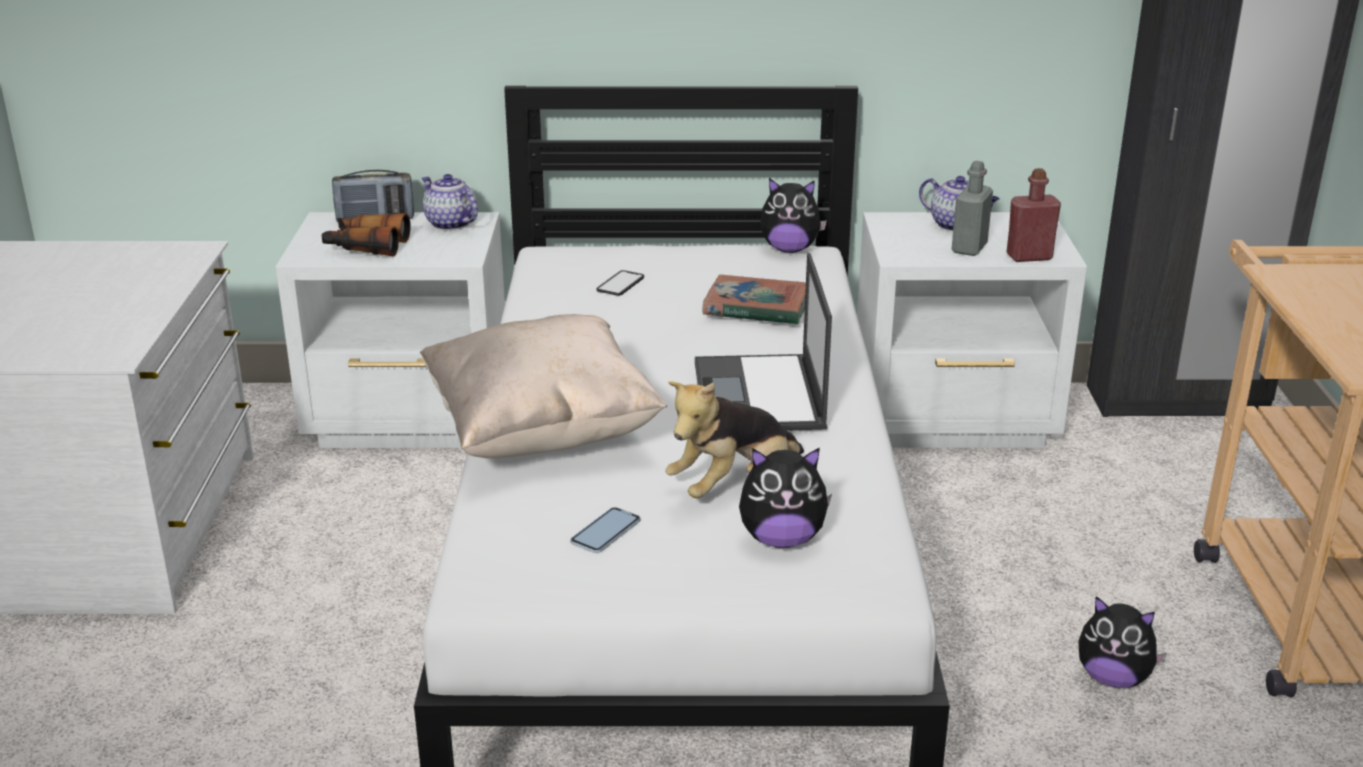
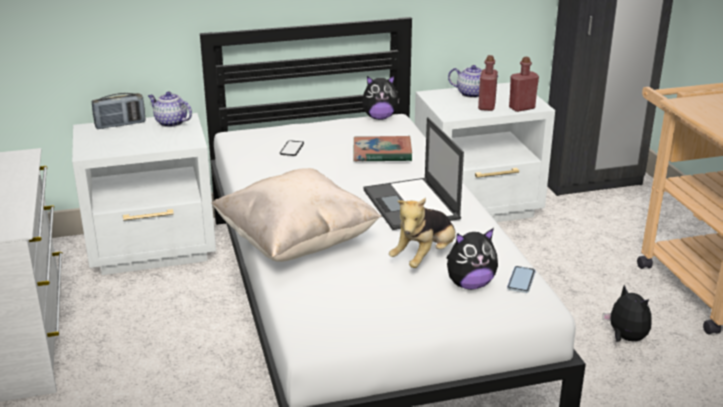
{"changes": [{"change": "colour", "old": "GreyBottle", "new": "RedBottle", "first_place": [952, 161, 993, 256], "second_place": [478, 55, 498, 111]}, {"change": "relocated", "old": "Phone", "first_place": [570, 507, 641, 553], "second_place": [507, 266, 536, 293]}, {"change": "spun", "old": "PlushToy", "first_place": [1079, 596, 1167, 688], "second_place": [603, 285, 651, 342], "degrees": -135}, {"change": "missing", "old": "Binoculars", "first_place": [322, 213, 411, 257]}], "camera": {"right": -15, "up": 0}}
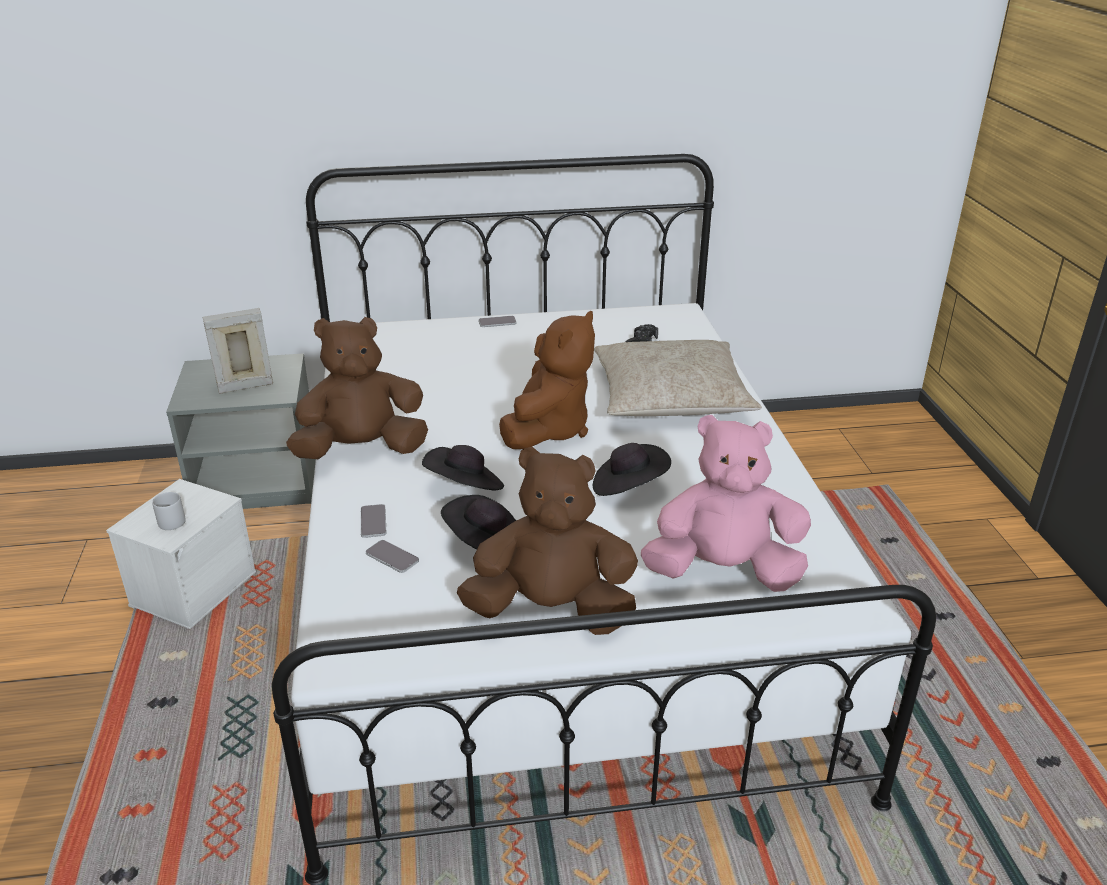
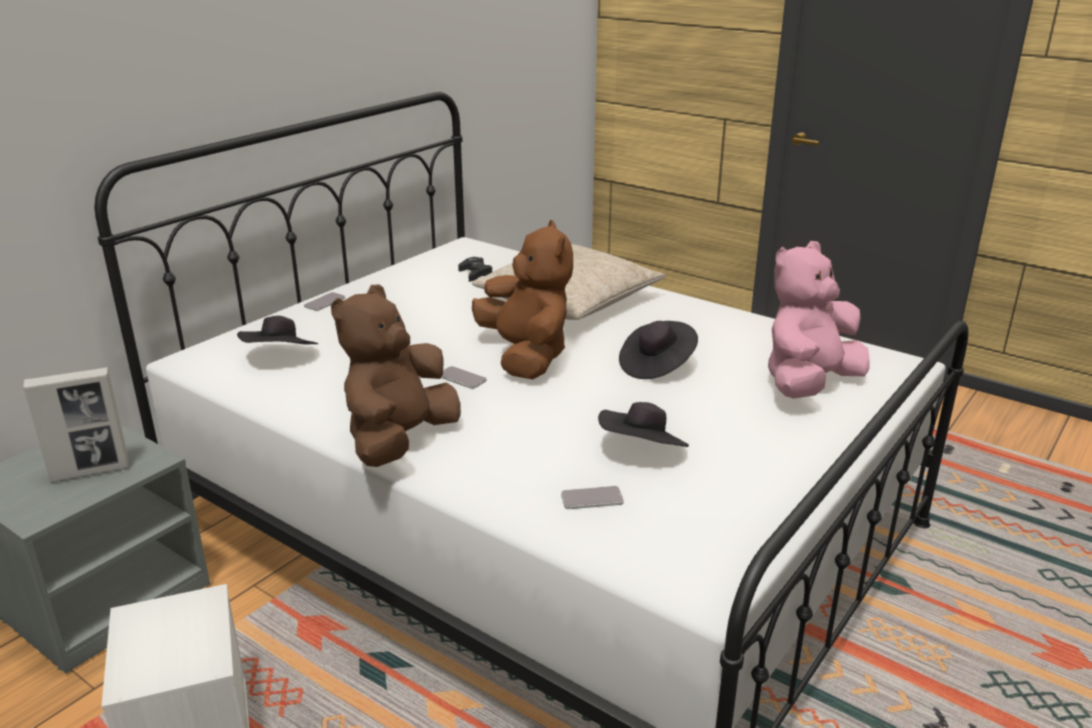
{"changes": [{"change": "spun", "old": "PictureFrame", "first_place": [203, 308, 273, 394], "second_place": [23, 367, 129, 483], "degrees": -135}, {"change": "relocated", "old": "BlackHat", "first_place": [422, 445, 504, 491], "second_place": [237, 316, 318, 344]}, {"change": "relocated", "old": "Phone", "first_place": [361, 504, 386, 538], "second_place": [441, 366, 486, 389]}, {"change": "missing", "old": "GreyMug", "first_place": [152, 492, 186, 530]}, {"change": "missing", "old": "BrownPlushToy", "first_place": [457, 447, 638, 635]}], "camera": {"right": -45, "up": -5}}
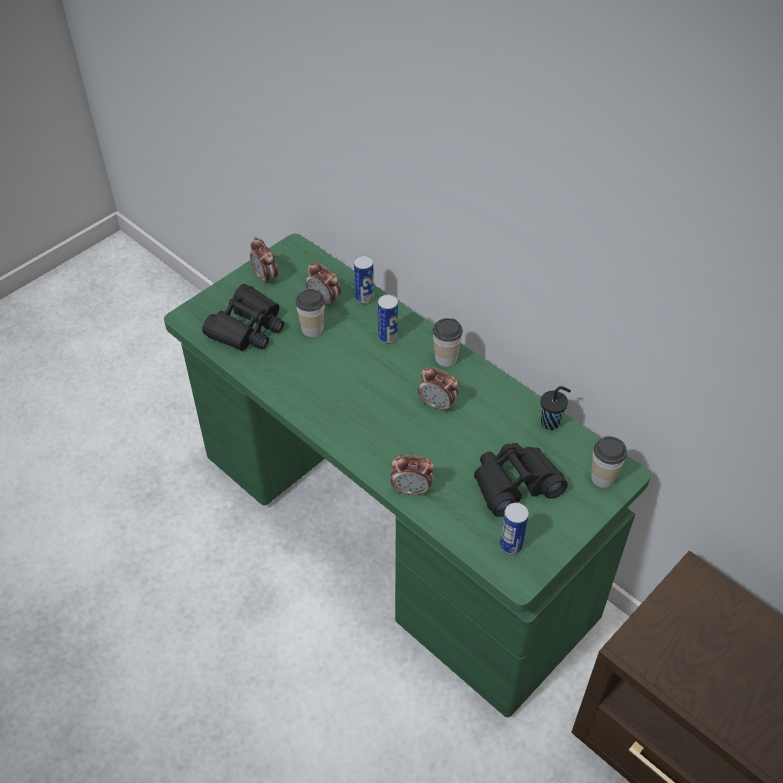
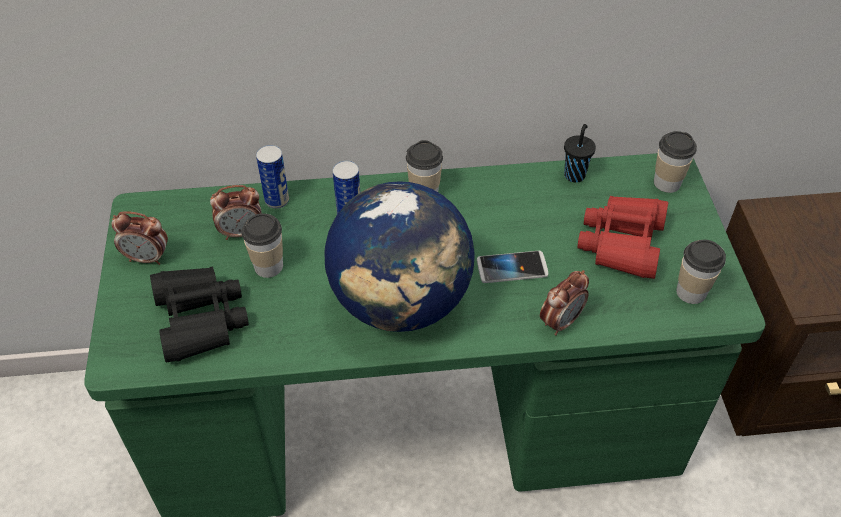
{"changes": [{"change": "appeared", "new": "Globe", "second_place": [324, 181, 475, 332]}, {"change": "appeared", "new": "Phone", "second_place": [477, 251, 549, 283]}, {"change": "colour", "old": "BlackBinoculars", "new": "RedBinoculars", "first_place": [474, 443, 568, 517], "second_place": [578, 196, 668, 279]}, {"change": "exchanged", "old": "Can", "new": "Cup", "first_place": [500, 503, 529, 555], "second_place": [676, 240, 726, 304]}, {"change": "missing", "old": "AlarmClock", "first_place": [418, 367, 458, 412]}], "camera": {"right": -50, "up": 0}}
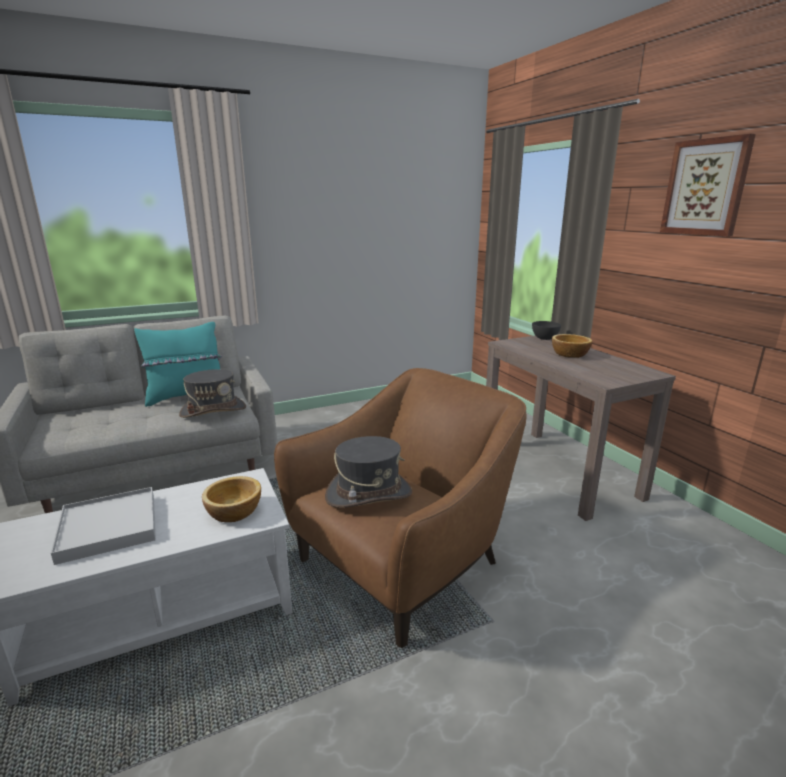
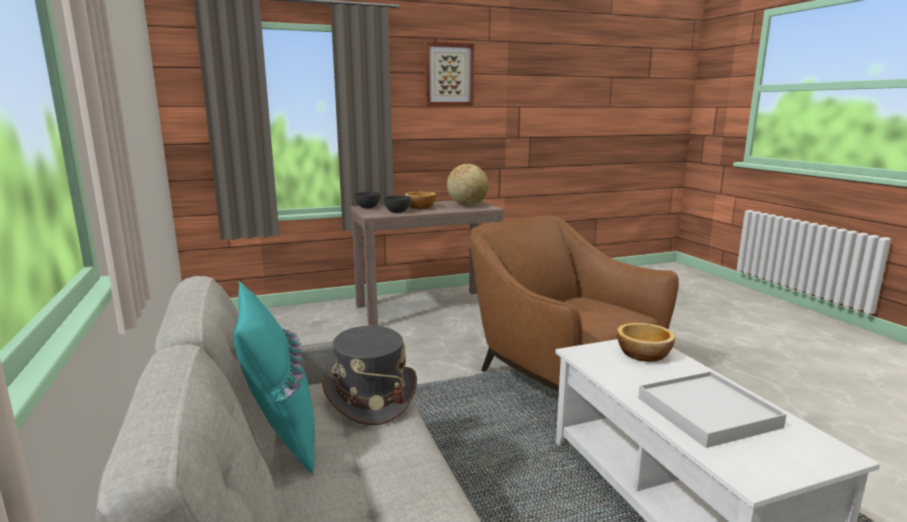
{"changes": [{"change": "appeared", "new": "GreyBowl", "second_place": [384, 196, 411, 213]}, {"change": "appeared", "new": "Globe", "second_place": [447, 164, 488, 206]}, {"change": "missing", "old": "GreyHat", "first_place": [325, 436, 412, 508]}], "camera": {"right": -85, "up": -5}}
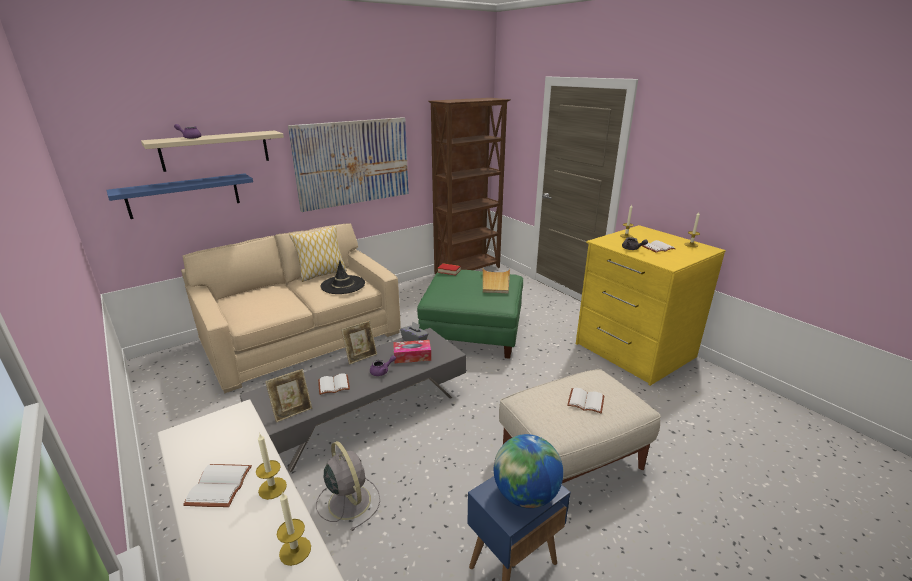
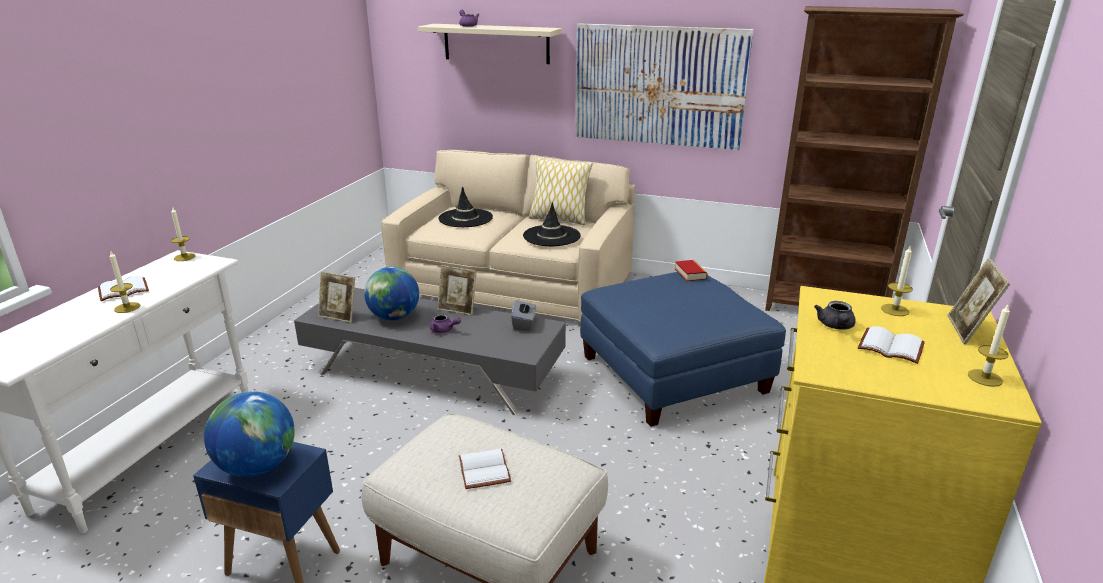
{"changes": [{"change": "relocated", "old": "Candle", "first_place": [277, 492, 311, 566], "second_place": [171, 206, 195, 261]}, {"change": "exchanged", "old": "WhiteBook", "new": "Globe", "first_place": [318, 374, 350, 395], "second_place": [364, 267, 419, 321]}, {"change": "appeared", "new": "BlackHat", "second_place": [438, 186, 493, 227]}, {"change": "colour", "old": "GreenOttoman", "new": "BlueOttoman", "first_place": [417, 270, 523, 359], "second_place": [580, 272, 786, 427]}, {"change": "appeared", "new": "PictureFrame", "second_place": [947, 257, 1010, 345]}, {"change": "missing", "old": "BlueShelf", "first_place": [106, 173, 253, 219]}, {"change": "missing", "old": "GreyFan", "first_place": [316, 441, 380, 531]}, {"change": "missing", "old": "TissueBox", "first_place": [393, 340, 431, 363]}, {"change": "missing", "old": "BeigeTray", "first_place": [483, 269, 510, 293]}], "camera": {"right": 55, "up": 0}}
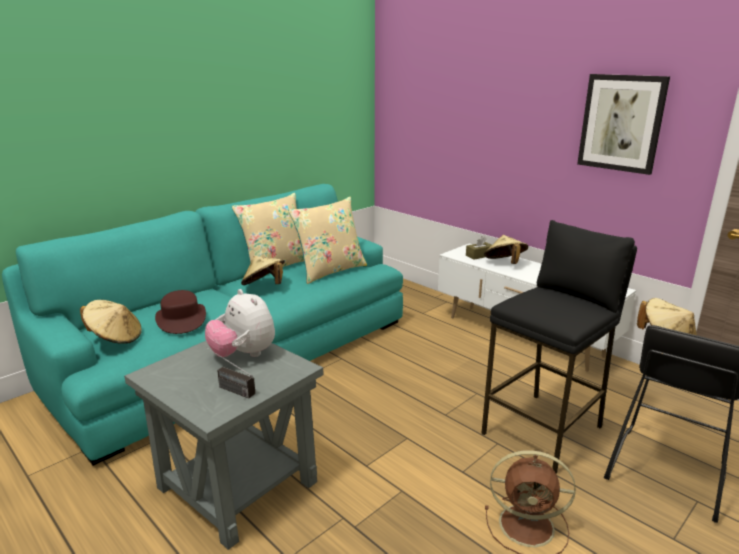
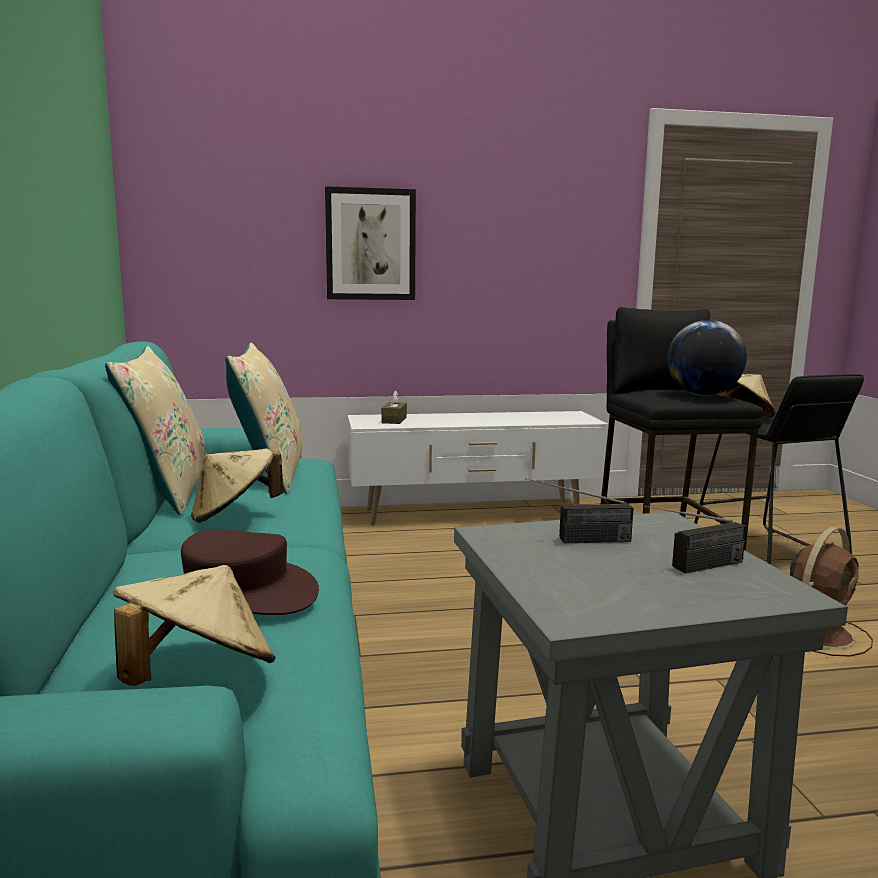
{"changes": [{"change": "relocated", "old": "Picture", "first_place": [577, 74, 670, 175], "second_place": [325, 186, 416, 300]}, {"change": "exchanged", "old": "PlushToy", "new": "Radio", "first_place": [205, 289, 275, 357], "second_place": [525, 478, 634, 543]}, {"change": "appeared", "new": "Globe", "second_place": [667, 320, 747, 396]}, {"change": "missing", "old": "BeigeHat", "first_place": [484, 235, 528, 264]}], "camera": {"right": -55, "up": -10}}
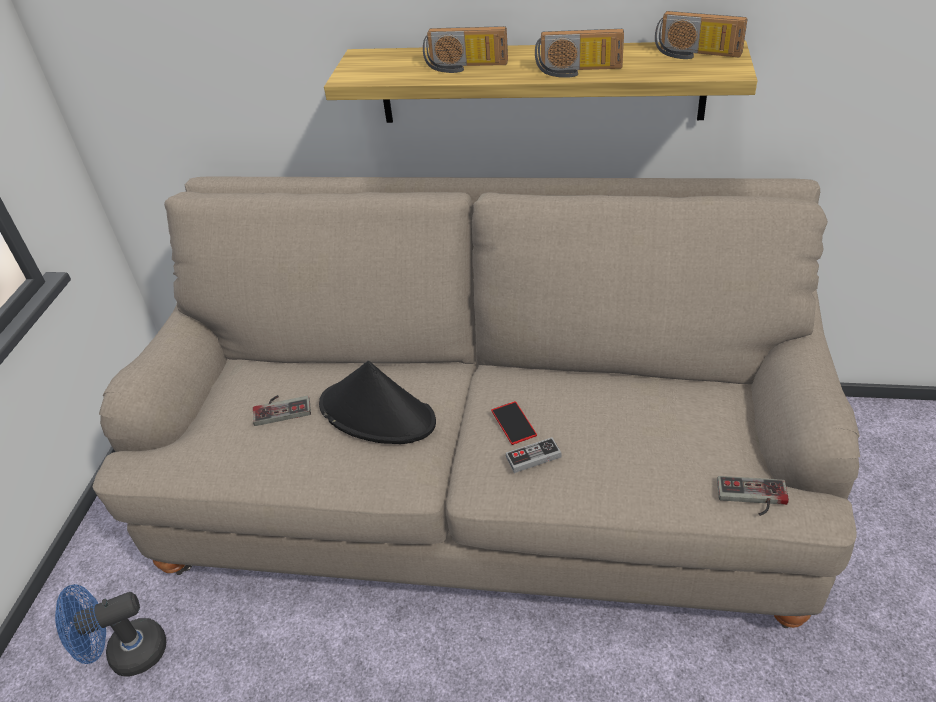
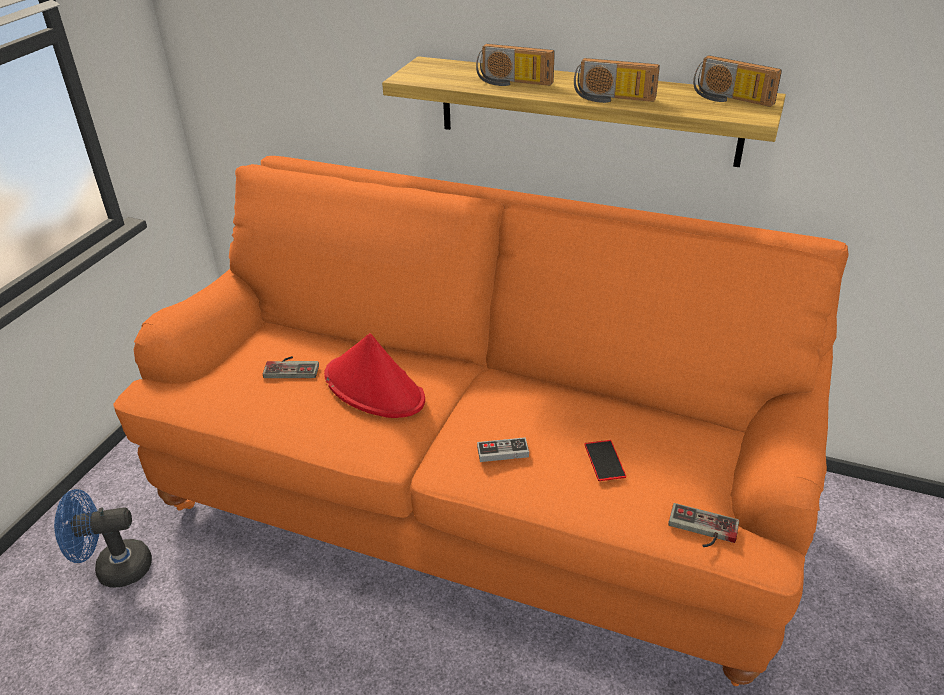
{"changes": [{"change": "colour", "old": "BeigeSofa", "new": "OrangeSofa", "first_place": [92, 177, 860, 628], "second_place": [114, 156, 849, 686]}, {"change": "colour", "old": "BlackHat", "new": "RedHat", "first_place": [319, 361, 436, 444], "second_place": [324, 333, 425, 418]}, {"change": "relocated", "old": "Phone", "first_place": [491, 401, 537, 445], "second_place": [584, 440, 626, 481]}], "camera": {"right": 10, "up": -5}}
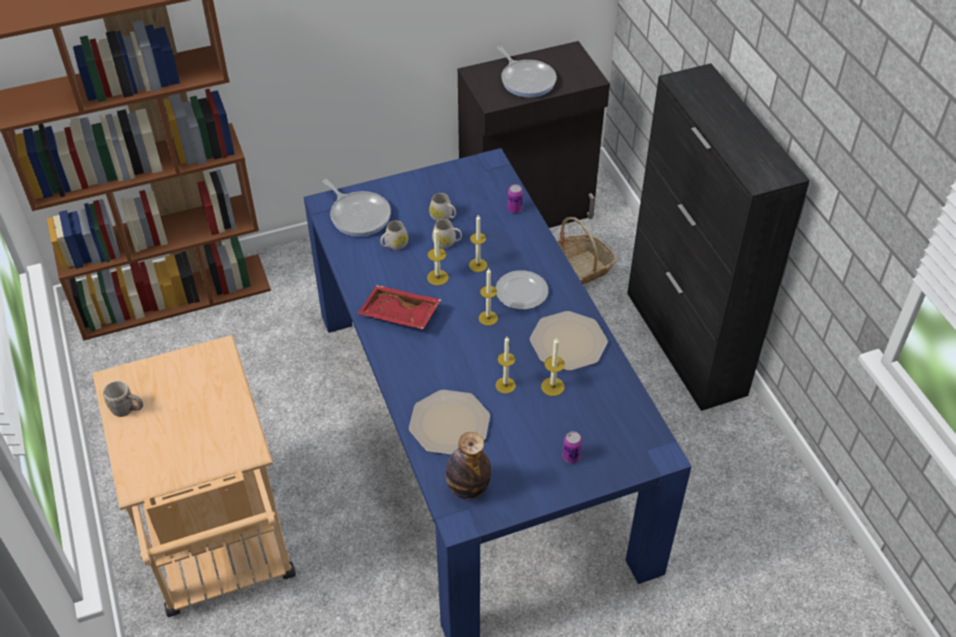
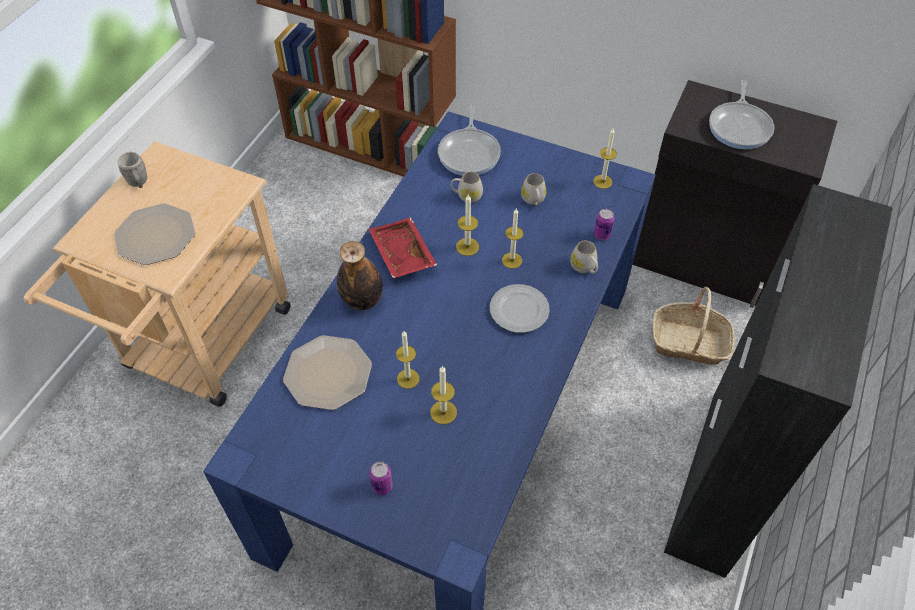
{"changes": [{"change": "relocated", "old": "Plate", "first_place": [530, 311, 608, 371], "second_place": [114, 203, 195, 265]}, {"change": "relocated", "old": "Bottle", "first_place": [445, 432, 491, 500], "second_place": [337, 241, 383, 310]}, {"change": "relocated", "old": "WhiteMug", "first_place": [432, 219, 462, 248], "second_place": [570, 241, 598, 273]}, {"change": "relocated", "old": "Candle", "first_place": [479, 268, 498, 326], "second_place": [593, 128, 617, 189]}], "camera": {"right": 45, "up": 5}}
